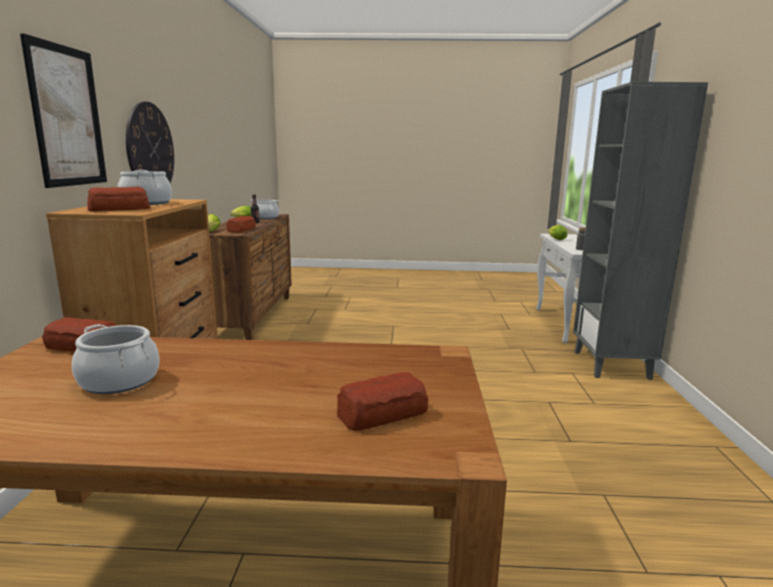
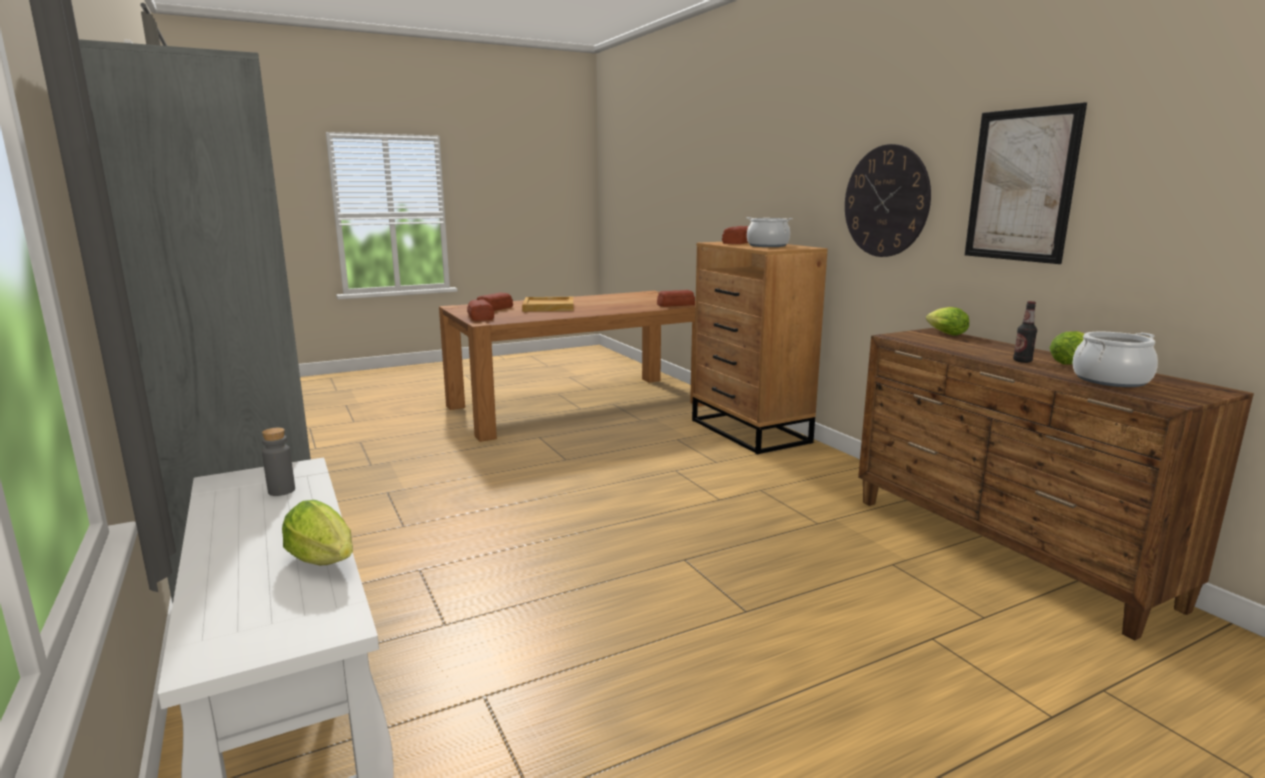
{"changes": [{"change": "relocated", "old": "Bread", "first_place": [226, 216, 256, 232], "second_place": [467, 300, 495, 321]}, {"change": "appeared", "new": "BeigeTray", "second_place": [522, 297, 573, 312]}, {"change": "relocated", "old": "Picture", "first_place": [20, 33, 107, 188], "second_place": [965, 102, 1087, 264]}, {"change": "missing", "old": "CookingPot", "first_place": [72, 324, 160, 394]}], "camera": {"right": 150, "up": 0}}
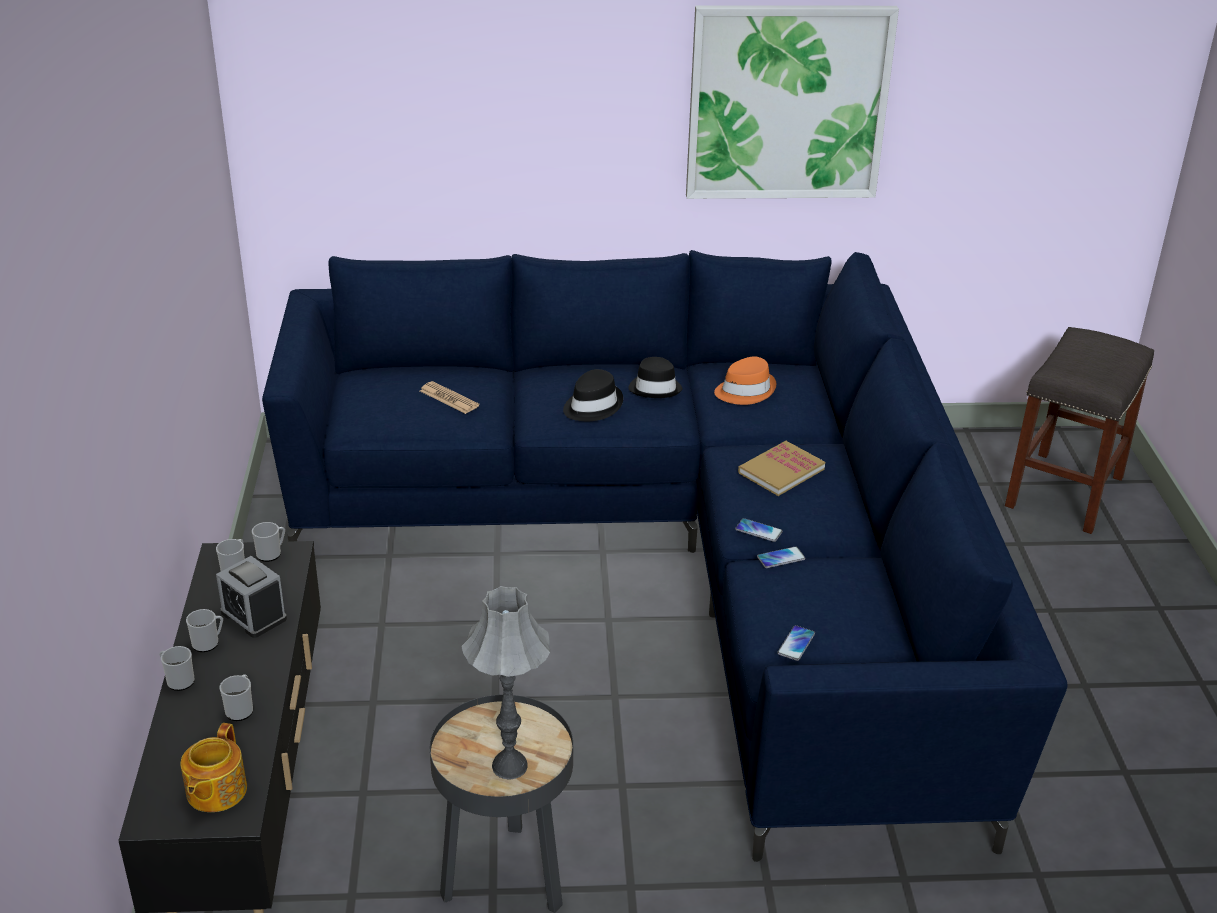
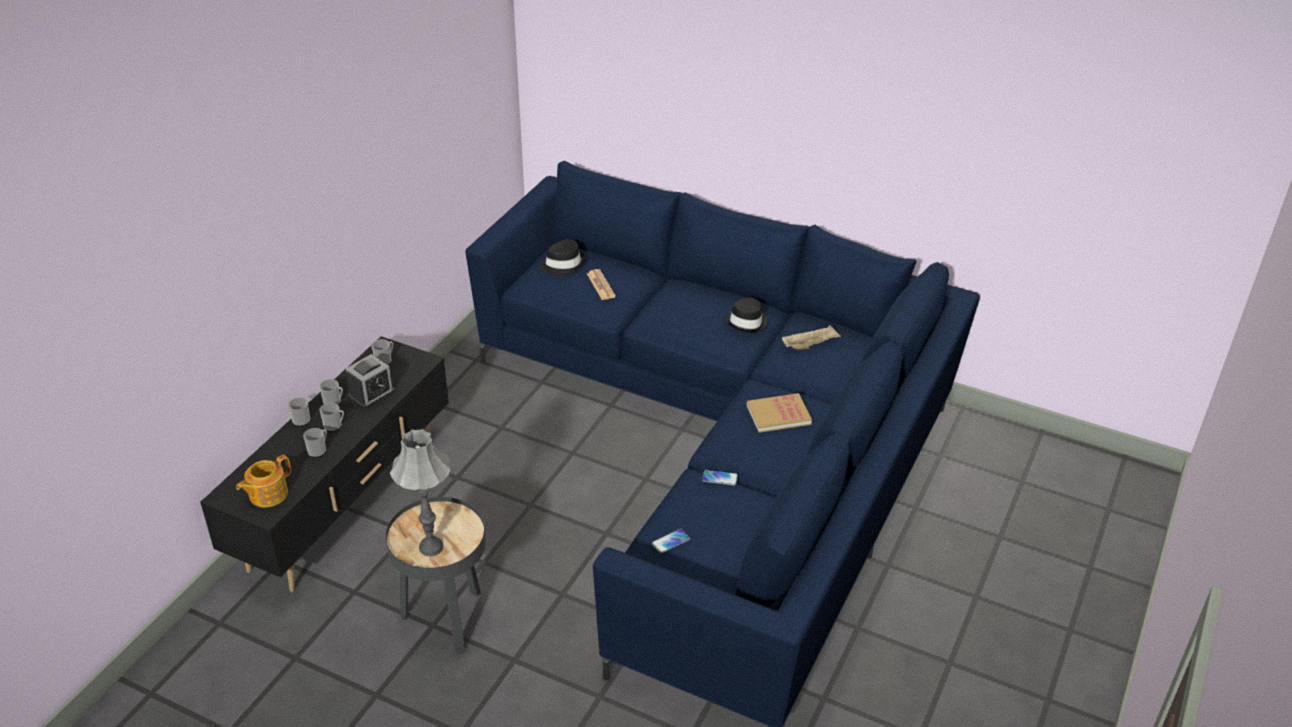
{"changes": [{"change": "relocated", "old": "Mug", "first_place": [252, 522, 285, 562], "second_place": [320, 403, 344, 432]}, {"change": "spun", "old": "AlarmClock", "first_place": [216, 556, 287, 638], "second_place": [346, 354, 395, 409], "degrees": -120}, {"change": "relocated", "old": "BlackHat", "first_place": [563, 369, 623, 421], "second_place": [540, 239, 585, 275]}, {"change": "exchanged", "old": "OrangeHat", "new": "BeigeTray", "first_place": [714, 357, 776, 405], "second_place": [782, 325, 841, 350]}, {"change": "missing", "old": "Picture", "first_place": [686, 5, 899, 199]}, {"change": "missing", "old": "Phone", "first_place": [735, 518, 783, 542]}, {"change": "missing", "old": "GreyStool", "first_place": [1005, 327, 1154, 534]}], "camera": {"right": 30, "up": 5}}
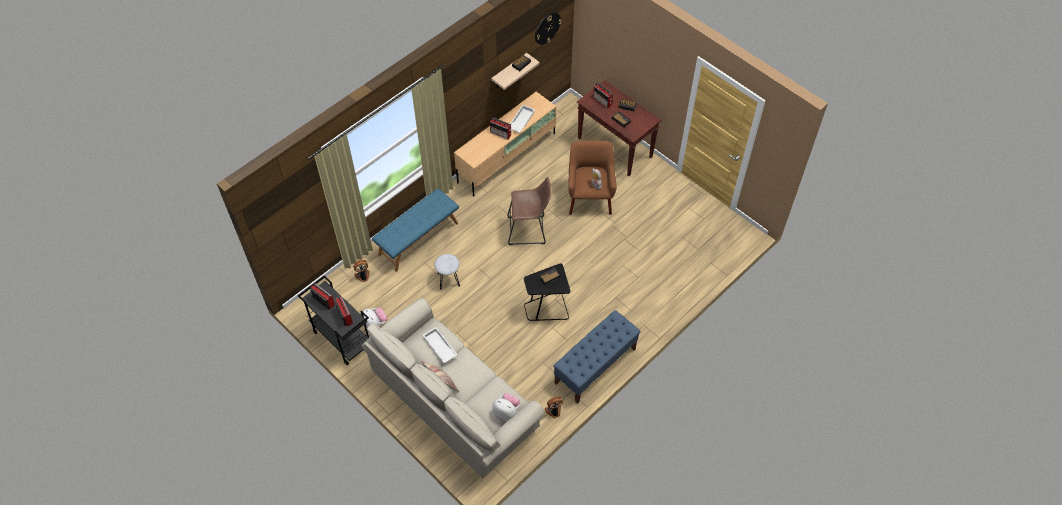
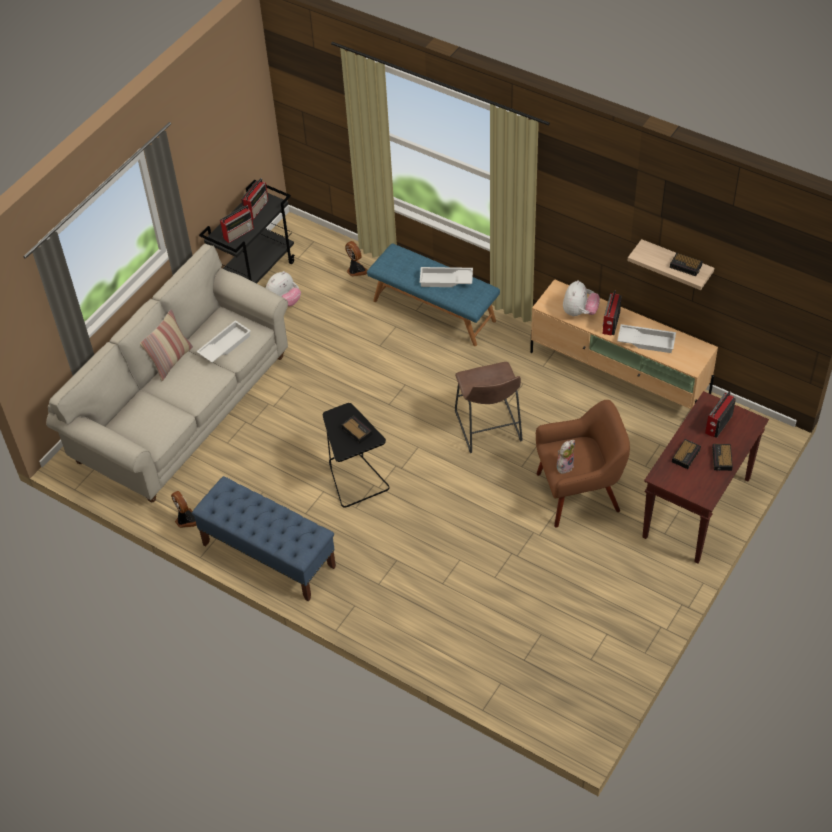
{"changes": [{"change": "appeared", "new": "WhiteTray", "second_place": [420, 267, 473, 287]}, {"change": "relocated", "old": "PlushToy", "first_place": [493, 393, 520, 421], "second_place": [563, 280, 600, 316]}, {"change": "missing", "old": "GreyStool", "first_place": [434, 254, 460, 290]}, {"change": "missing", "old": "WallClock", "first_place": [535, 12, 561, 45]}], "camera": {"right": 80, "up": -5}}
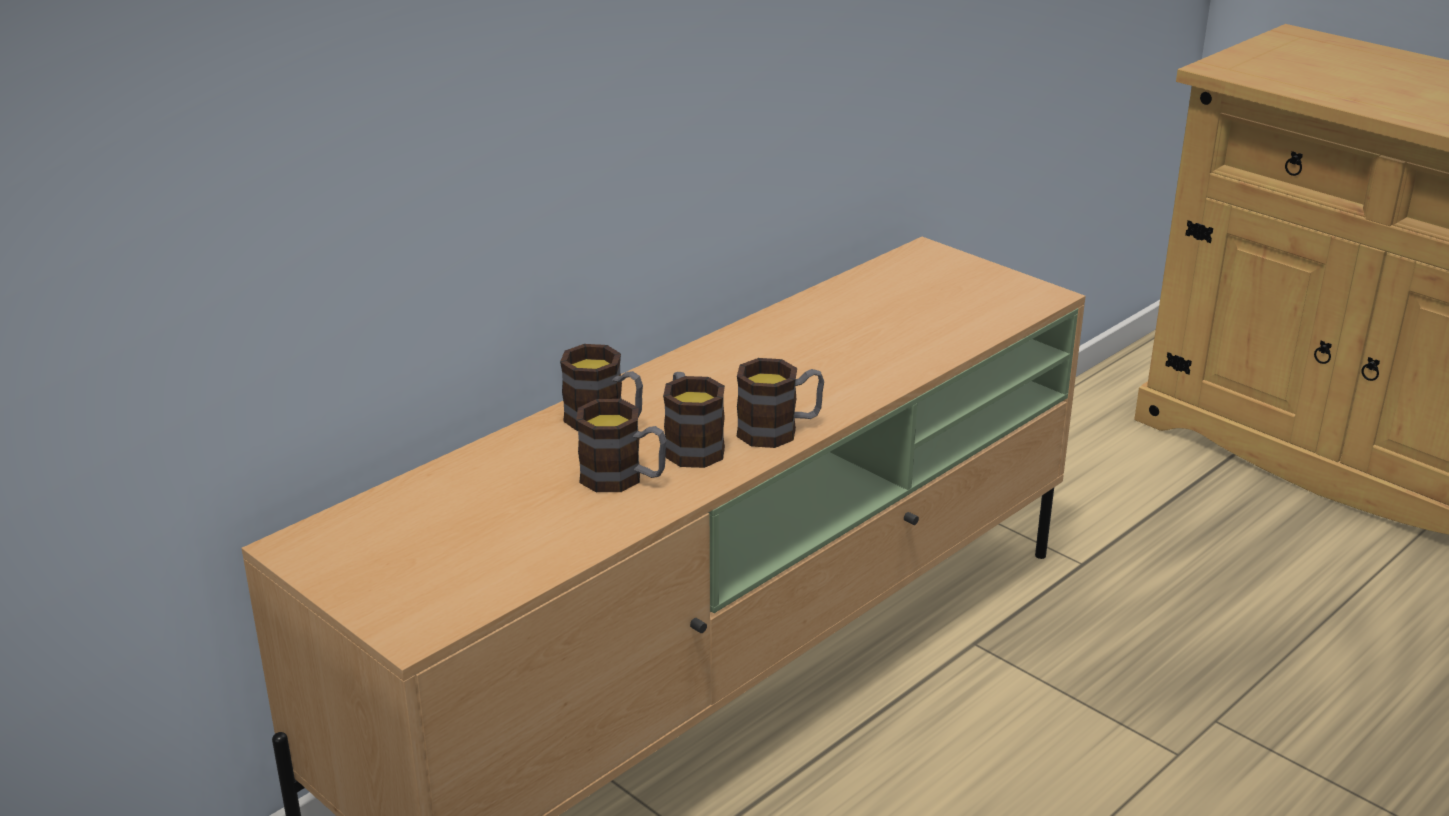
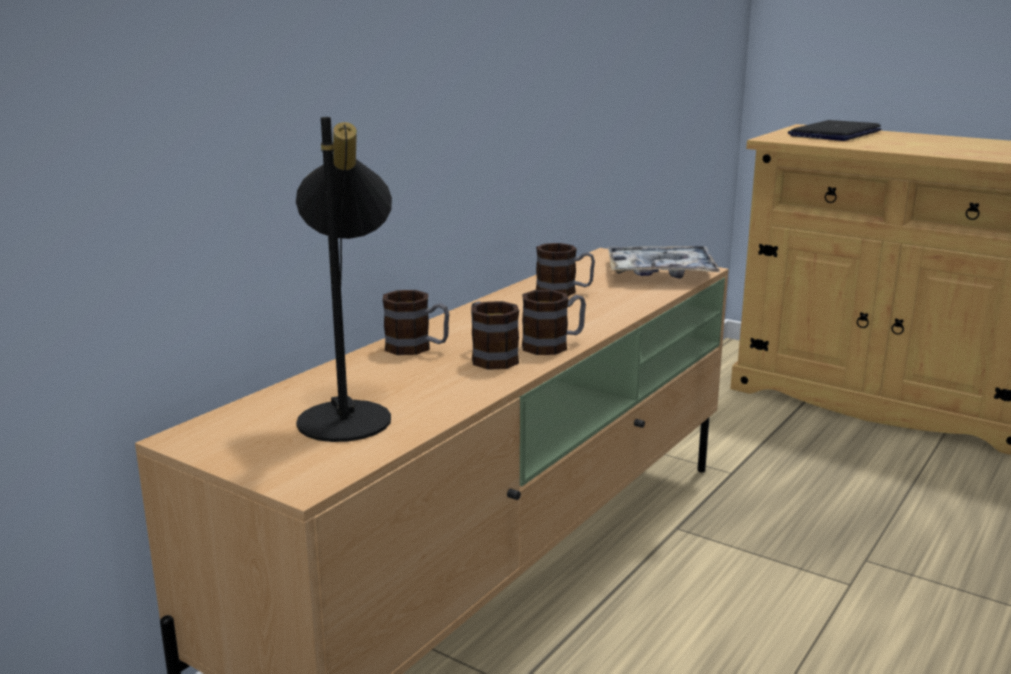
{"changes": [{"change": "appeared", "new": "BlackTableLamp", "second_place": [296, 117, 392, 442]}, {"change": "relocated", "old": "Mug", "first_place": [576, 399, 667, 492], "second_place": [536, 243, 595, 296]}, {"change": "appeared", "new": "Tray", "second_place": [608, 246, 720, 279]}, {"change": "appeared", "new": "Laptop", "second_place": [788, 120, 881, 141]}], "camera": {"right": -10, "up": -10}}
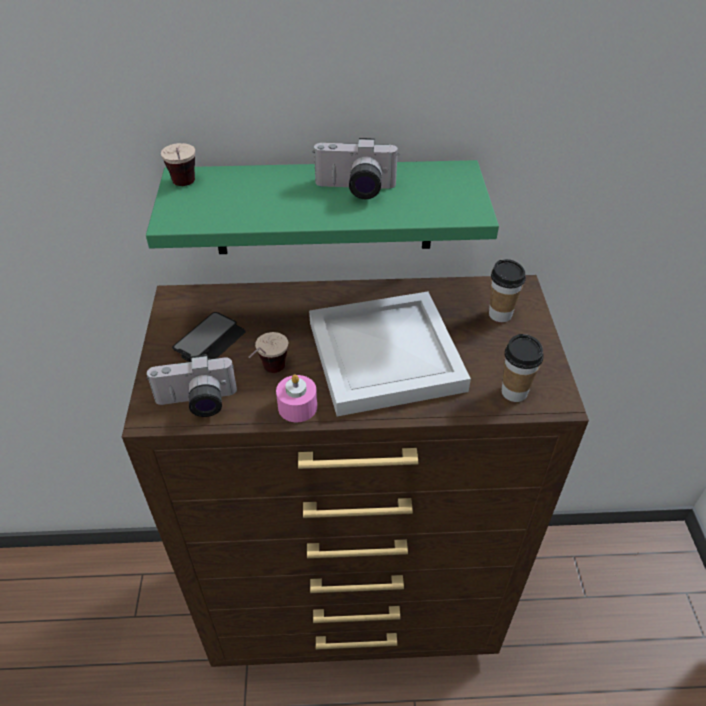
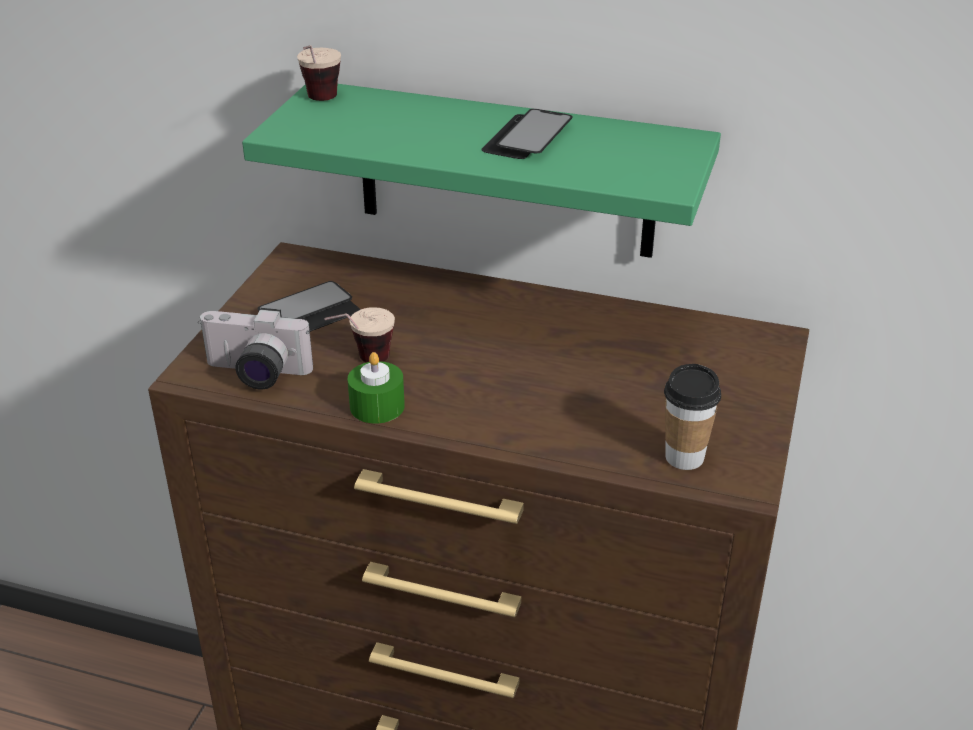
{"changes": [{"change": "colour", "old": "PinkCandle", "new": "GreenCandle", "first_place": [276, 374, 317, 422], "second_place": [347, 352, 405, 424]}, {"change": "exchanged", "old": "PhotoCamera", "new": "Phone", "first_place": [312, 138, 399, 199], "second_place": [481, 109, 573, 159]}, {"change": "missing", "old": "WhiteTray", "first_place": [309, 292, 471, 416]}, {"change": "missing", "old": "Cup", "first_place": [489, 259, 526, 322]}], "camera": {"right": 20, "up": -10}}
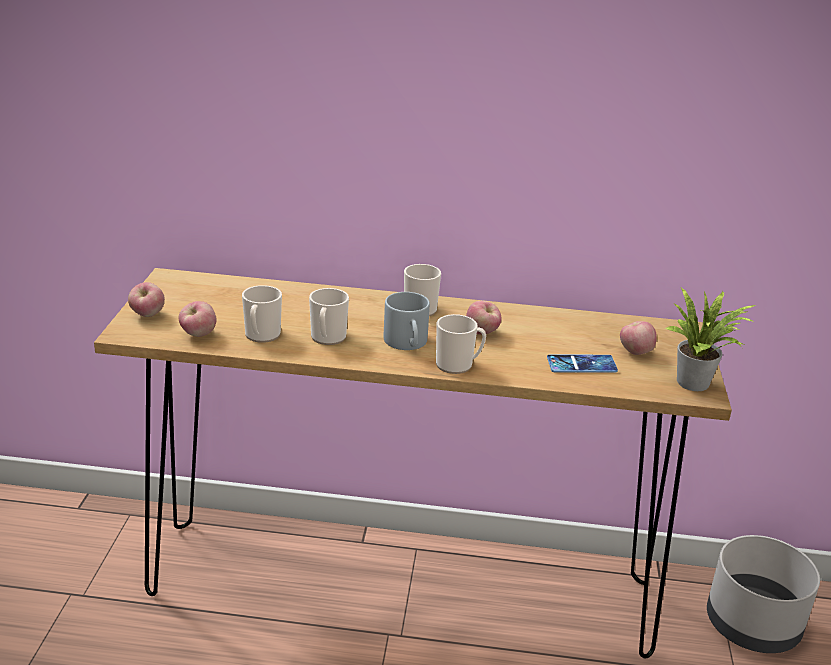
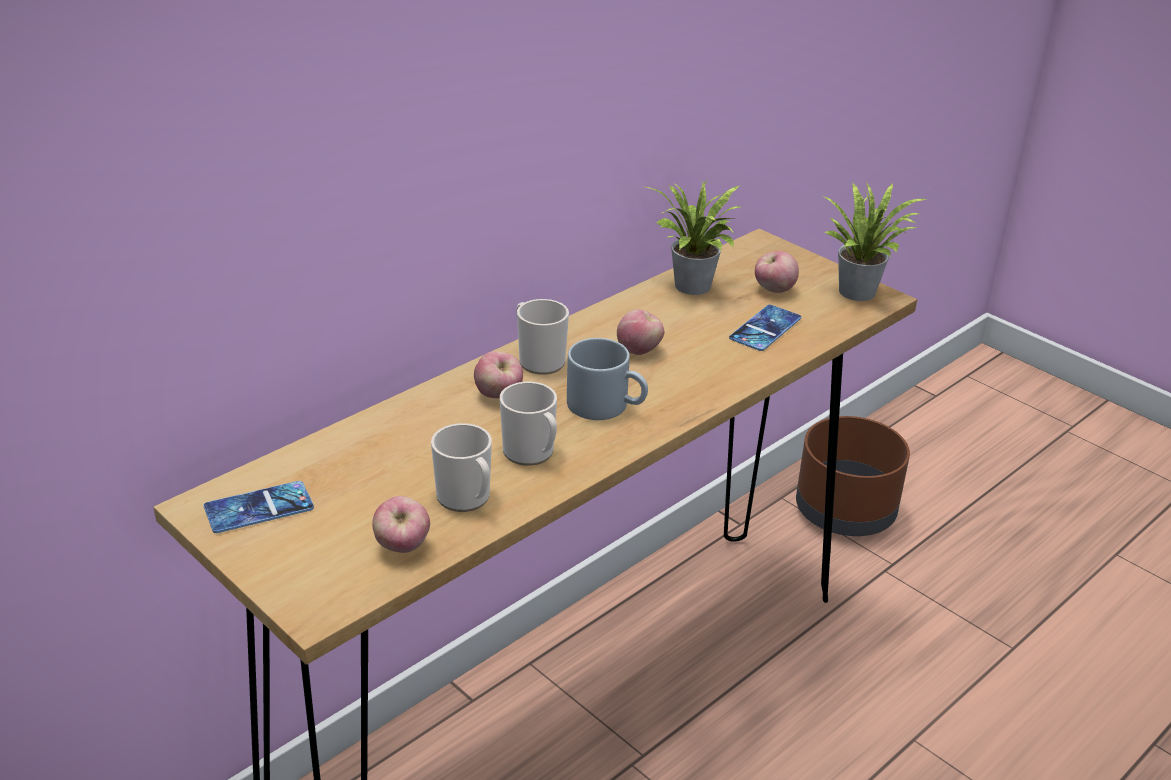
{"changes": [{"change": "appeared", "new": "Phone", "second_place": [204, 481, 314, 533]}, {"change": "relocated", "old": "Apple", "first_place": [128, 282, 165, 317], "second_place": [474, 351, 523, 398]}, {"change": "appeared", "new": "PottedPlant", "second_place": [646, 181, 740, 295]}, {"change": "colour", "old": "GreyPlanter", "new": "BrownPlanter", "first_place": [707, 535, 820, 653], "second_place": [796, 416, 910, 536]}, {"change": "missing", "old": "Mug", "first_place": [436, 314, 486, 374]}], "camera": {"right": -50, "up": 5}}
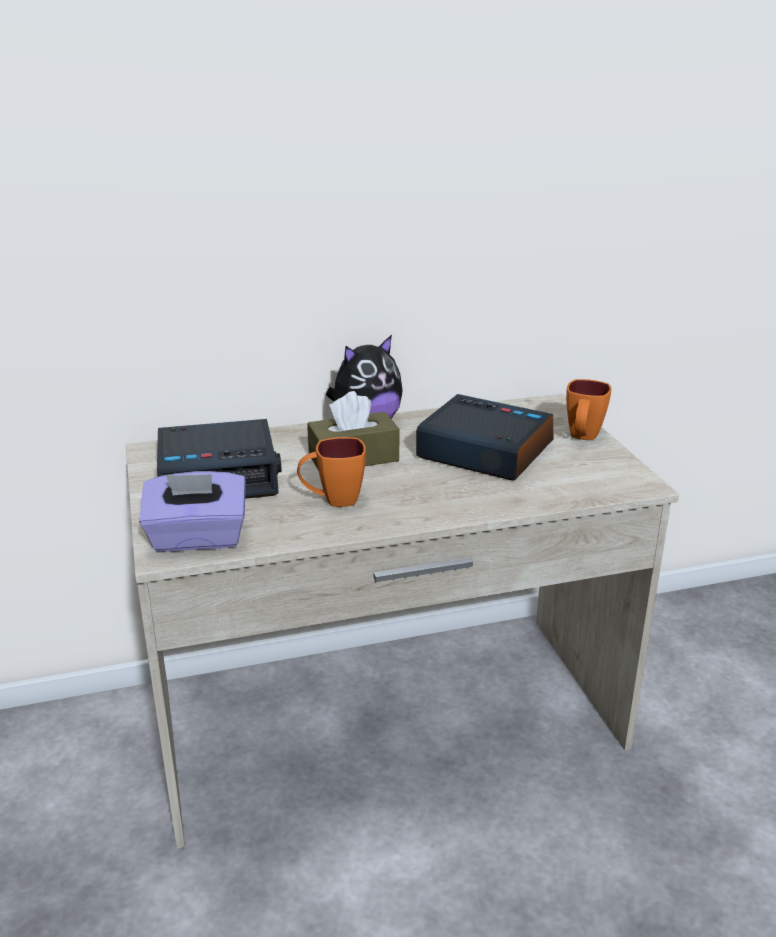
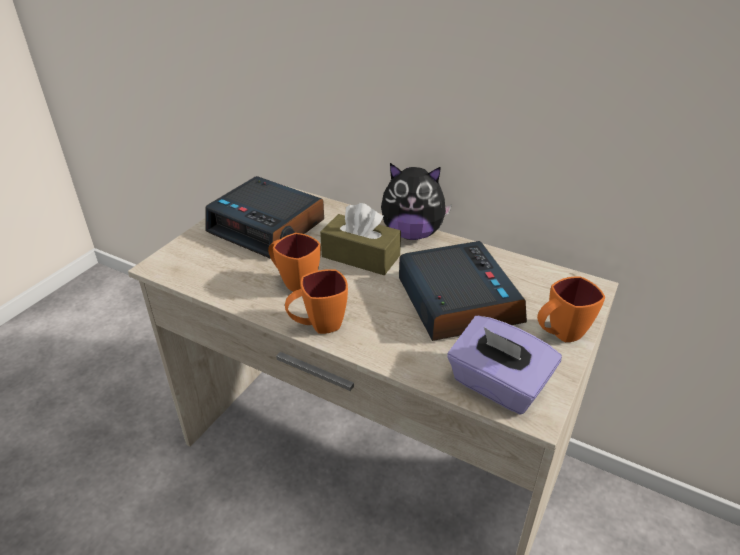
{"changes": [{"change": "appeared", "new": "OrangeMug", "second_place": [285, 269, 348, 334]}, {"change": "relocated", "old": "PurpleTissueBox", "first_place": [139, 471, 246, 552], "second_place": [447, 316, 562, 414]}], "camera": {"right": 45, "up": 10}}
